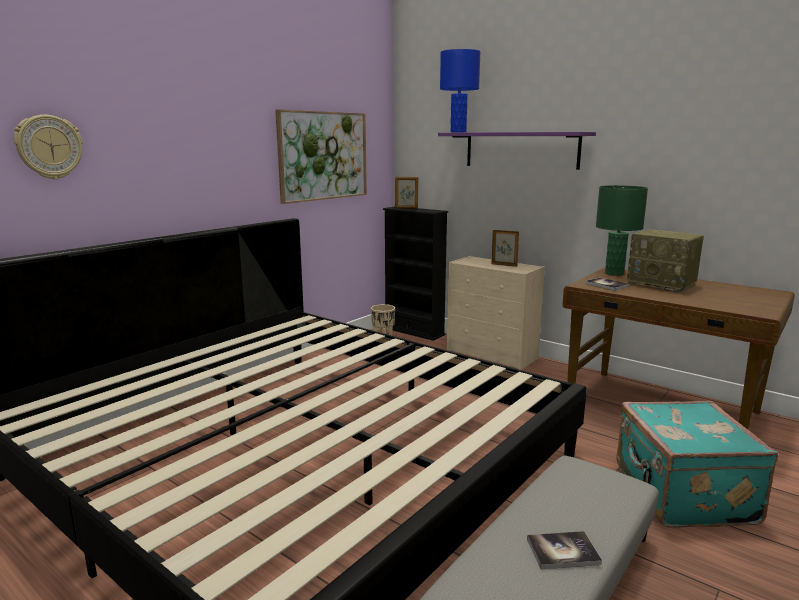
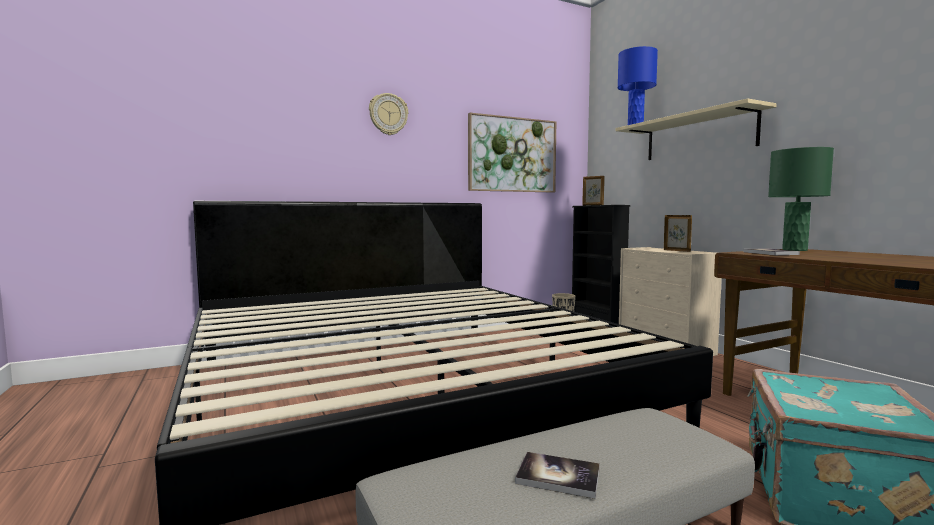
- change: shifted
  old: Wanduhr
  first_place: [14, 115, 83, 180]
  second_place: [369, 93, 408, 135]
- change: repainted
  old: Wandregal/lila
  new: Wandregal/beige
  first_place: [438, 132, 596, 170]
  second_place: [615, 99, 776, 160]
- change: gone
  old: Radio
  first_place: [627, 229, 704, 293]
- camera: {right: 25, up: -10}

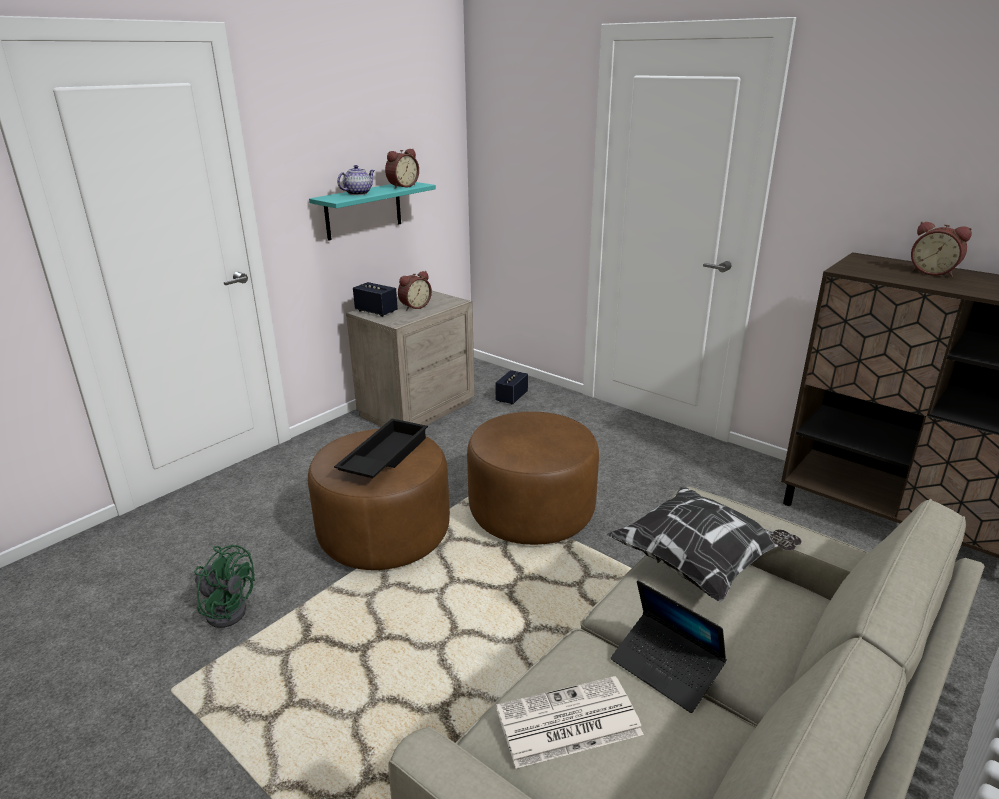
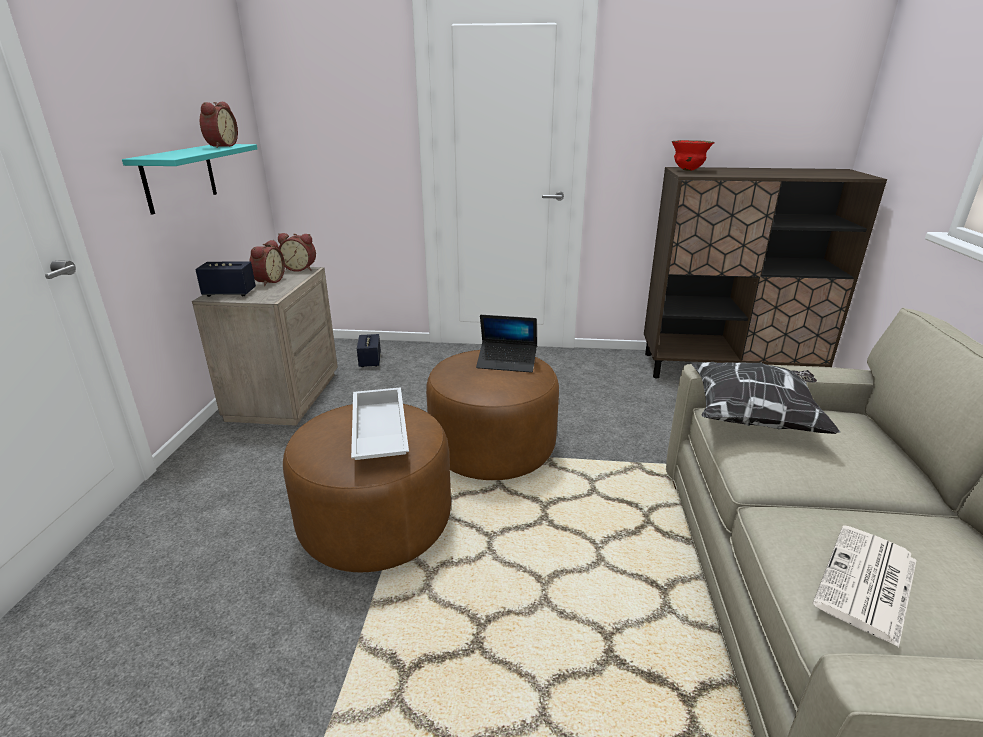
- change: gone
  old: Teekanne
  first_place: [337, 165, 375, 195]
- change: shifted
  old: Wecker
  first_place: [911, 222, 972, 277]
  second_place: [278, 233, 316, 272]
- change: repainted
  old: Tablett/schwarz
  new: Tablett/weiß
  first_place: [334, 419, 428, 478]
  second_place: [351, 387, 409, 460]
- change: gone
  old: Ventilator/grün
  first_place: [194, 545, 255, 628]
- change: shifted
  old: Laptop
  first_place: [611, 580, 727, 713]
  second_place: [476, 315, 537, 373]
- change: new
  new: Schüssel/rot
  second_place: [672, 140, 715, 171]
- camera: {right: -35, up: 0}

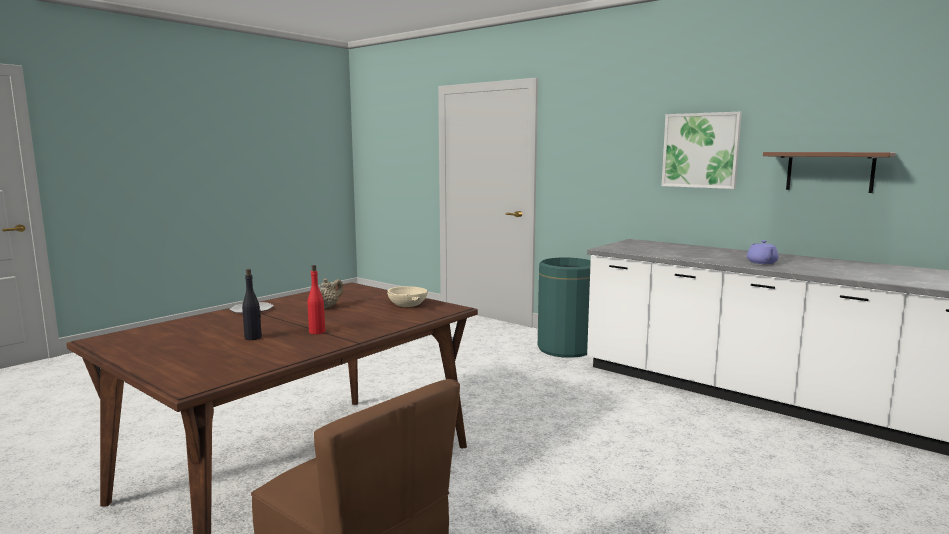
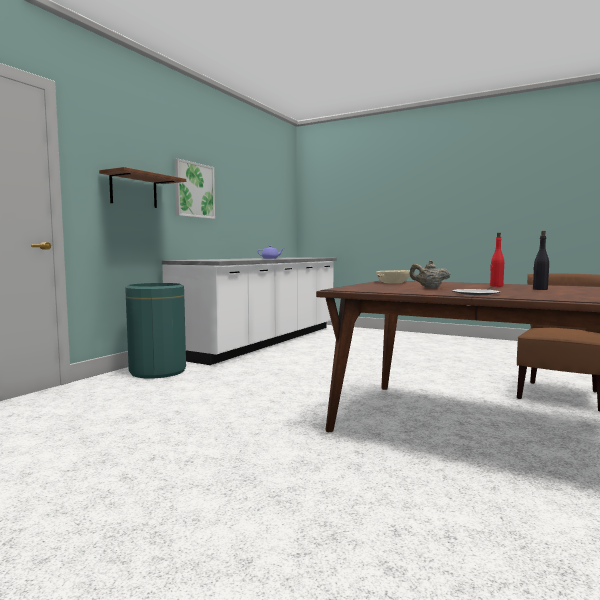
- change: shifted
  old: Wandregal/braun
  first_place: [763, 152, 896, 193]
  second_place: [99, 167, 186, 208]
- camera: {right: -100, up: -5}

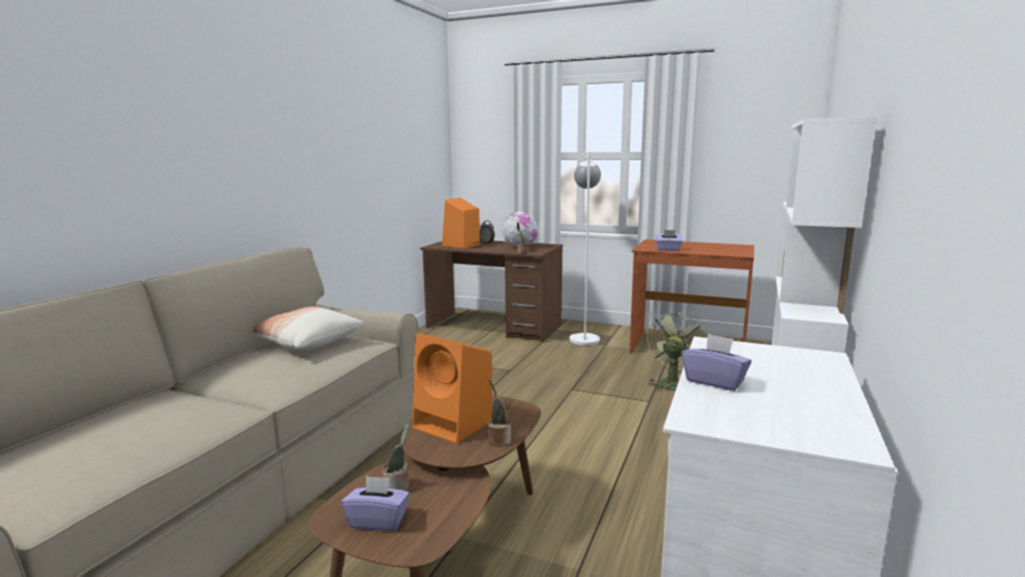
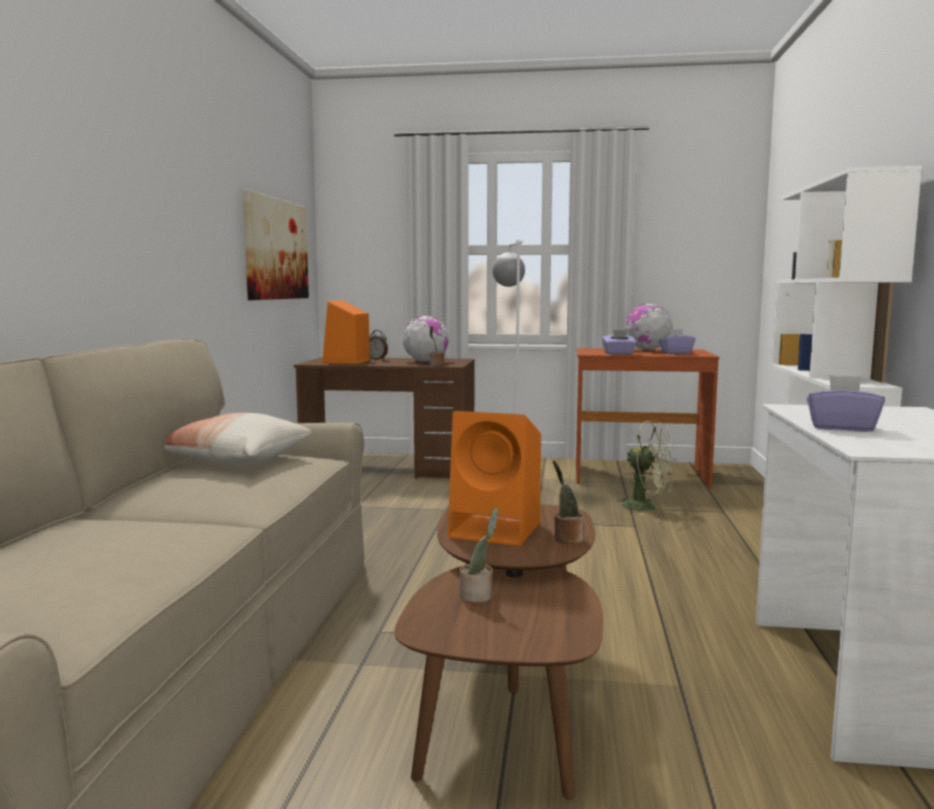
- change: rotated
  old: Ventilator/grün
  first_place: [647, 311, 710, 392]
  second_place: [616, 420, 676, 515]
  degrees: 105
- change: shifted
  old: Taschentuchbox/lila
  first_place: [341, 476, 410, 531]
  second_place: [659, 329, 695, 354]
- change: new
  new: Bild
  second_place: [243, 190, 309, 300]
- change: new
  new: Globus
  second_place: [625, 304, 673, 350]
- camera: {right: -15, up: -5}

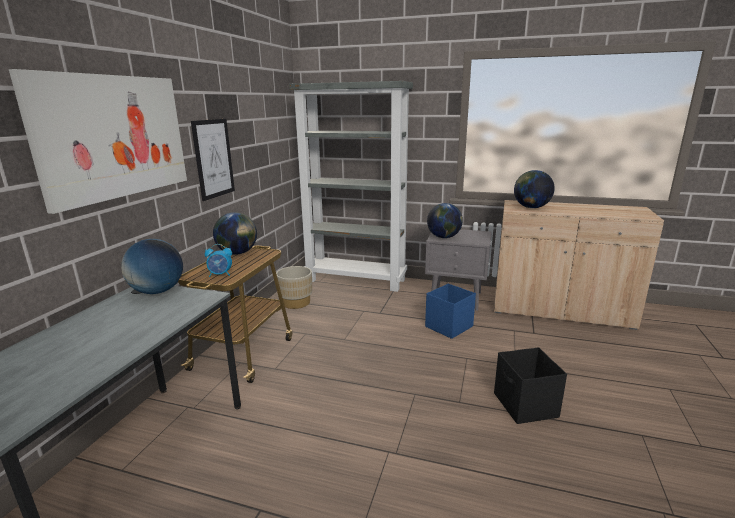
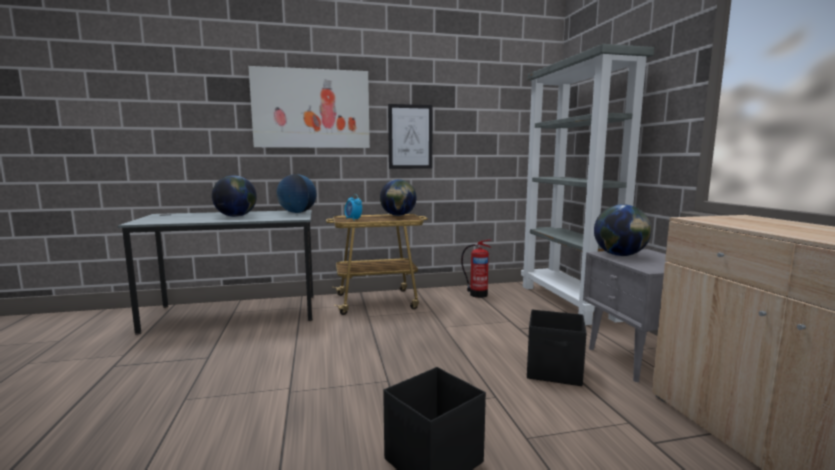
- change: shifted
  old: Globus
  first_place: [514, 170, 555, 208]
  second_place: [212, 175, 257, 217]
- change: swapped
  old: Pflanzkübel/beige
  new: Feuerlöscher
  first_place: [276, 266, 312, 309]
  second_place: [461, 239, 491, 298]
- change: repainted
  old: Aufbewahrungsbox/blau
  new: Aufbewahrungsbox/schwarz
  first_place: [425, 284, 476, 339]
  second_place: [527, 309, 587, 386]
- camera: {right: 60, up: -10}

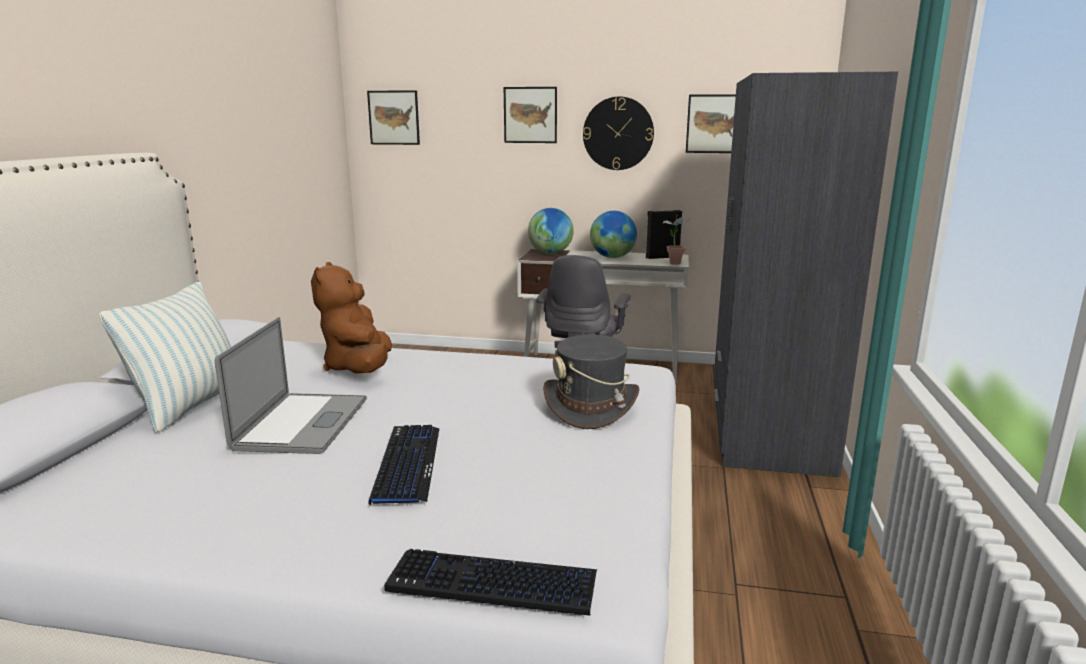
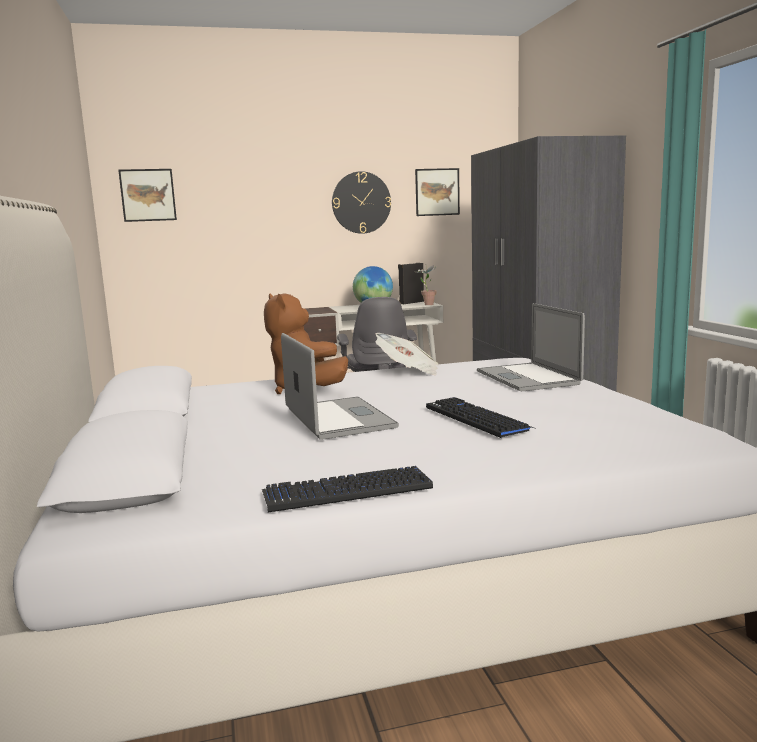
- change: gone
  old: Bild
  first_place: [504, 87, 557, 143]
- change: gone
  old: Globus
  first_place: [528, 208, 574, 254]
- change: gone
  old: Kissen
  first_place: [99, 282, 231, 433]
- change: swapped
  old: Hut/grau
  new: Laptop
  first_place: [543, 334, 640, 429]
  second_place: [477, 303, 585, 391]
- change: shifted
  old: Tastatur
  first_place: [384, 549, 597, 616]
  second_place: [261, 466, 433, 512]
- change: new
  new: Zeitung
  second_place: [375, 333, 438, 375]
- camera: {right: -25, up: -5}

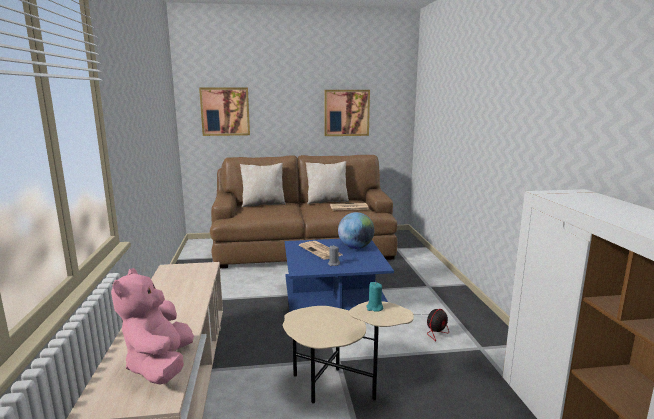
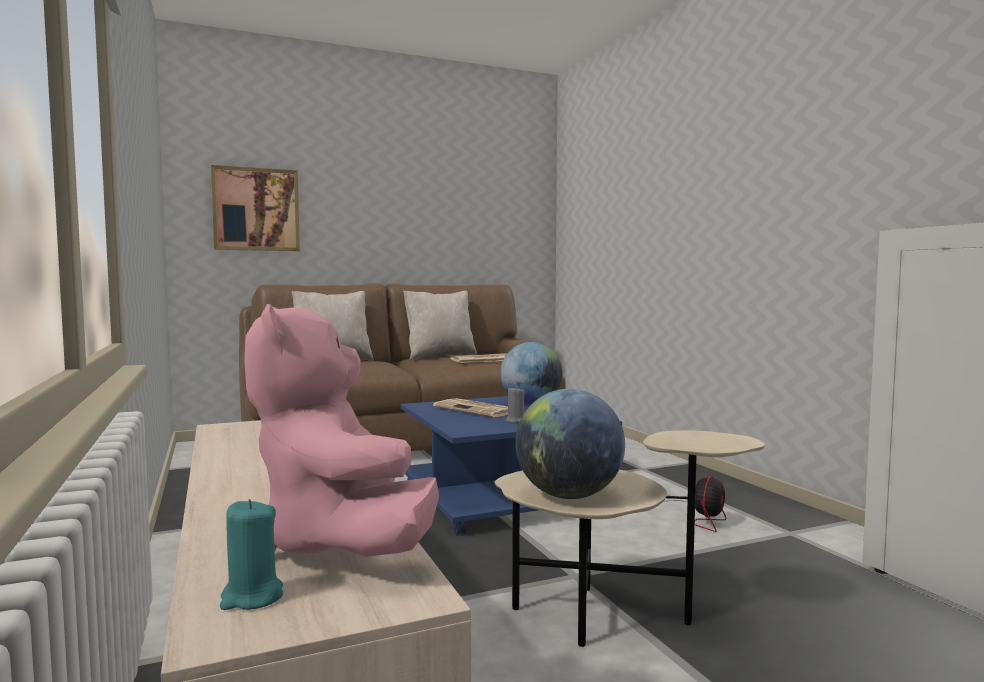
- change: gone
  old: Bild
  first_place: [325, 90, 370, 136]
- change: shifted
  old: Kerze/türkis
  first_place: [366, 282, 383, 312]
  second_place: [220, 499, 283, 610]
- change: new
  new: Globus
  second_place: [515, 389, 625, 499]
- camera: {right: -15, up: -10}

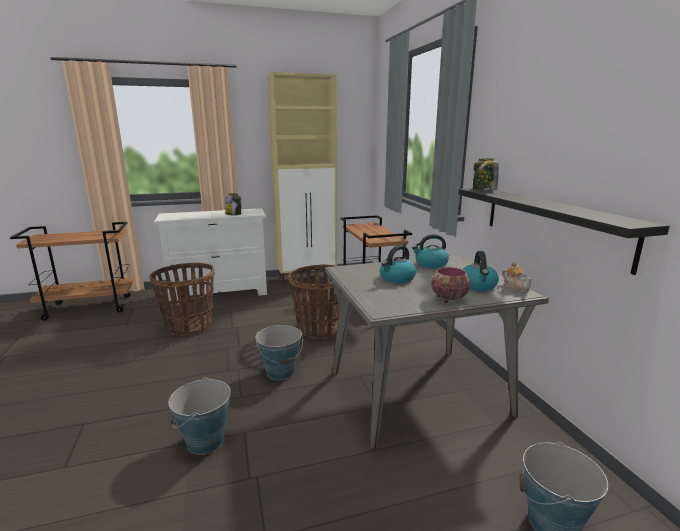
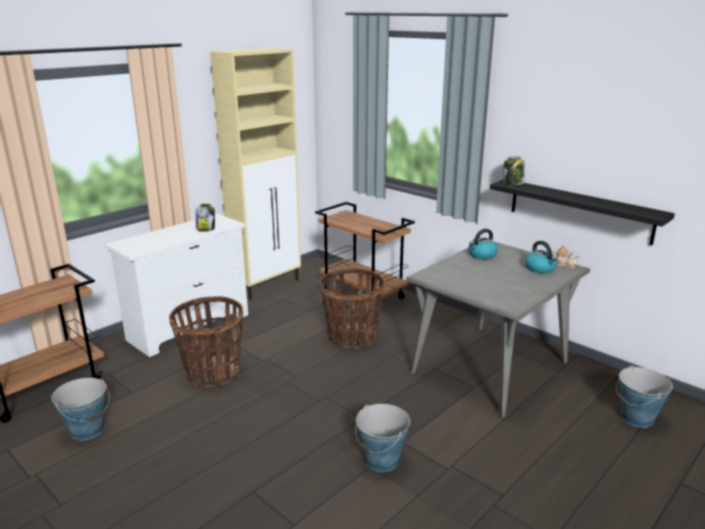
- change: gone
  old: Wasserkessel
  first_place: [380, 245, 416, 283]
- change: gone
  old: Schüssel
  first_place: [431, 267, 470, 303]
- change: shifted
  old: Eimer
  first_place: [255, 325, 303, 381]
  second_place: [51, 378, 110, 441]
- camera: {right: -30, up: 5}

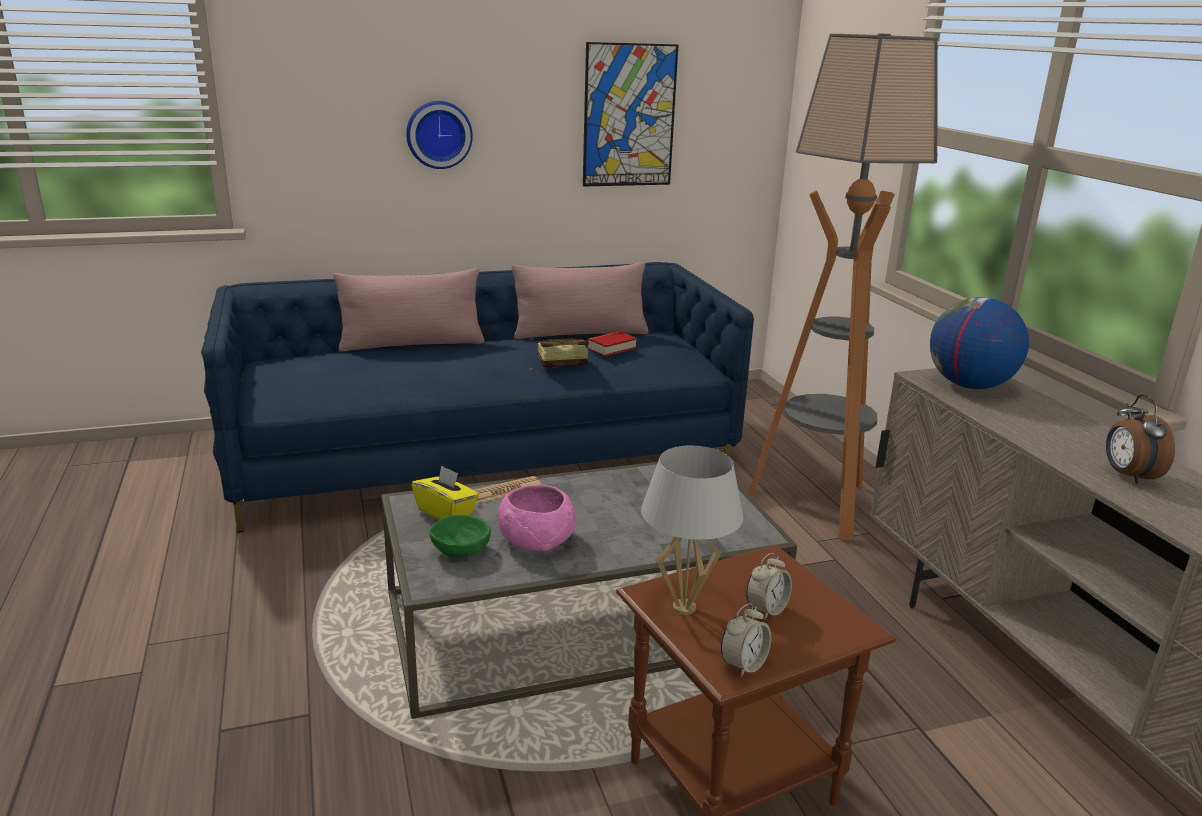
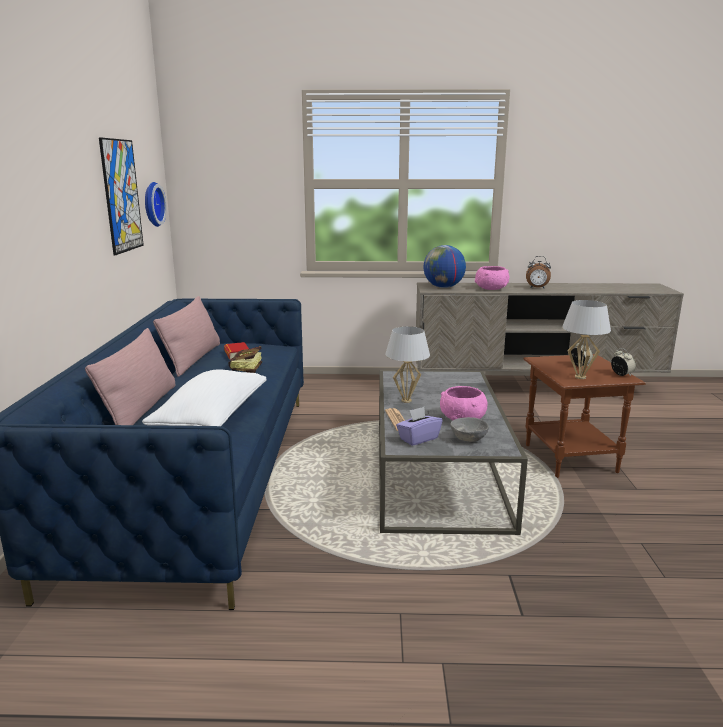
- change: gone
  old: Stehlampe
  first_place: [748, 33, 938, 541]
- change: shifted
  old: Wanduhr
  first_place: [406, 101, 473, 169]
  second_place: [145, 182, 167, 227]
- change: repainted
  old: Taschentuchbox/gelb
  new: Taschentuchbox/lila
  first_place: [412, 465, 479, 520]
  second_place: [396, 407, 443, 446]
- change: repainted
  old: Schüssel/grün
  new: Schüssel/grau
  first_place: [429, 515, 491, 557]
  second_place: [450, 417, 489, 442]
- change: new
  new: Schüssel/rosa
  second_place: [475, 266, 509, 290]
- change: new
  new: Tischlampe/weiß
  second_place: [385, 326, 430, 403]
- change: new
  new: Kissen/weiß
  second_place: [142, 369, 267, 426]
- camera: {right: -70, up: -5}

